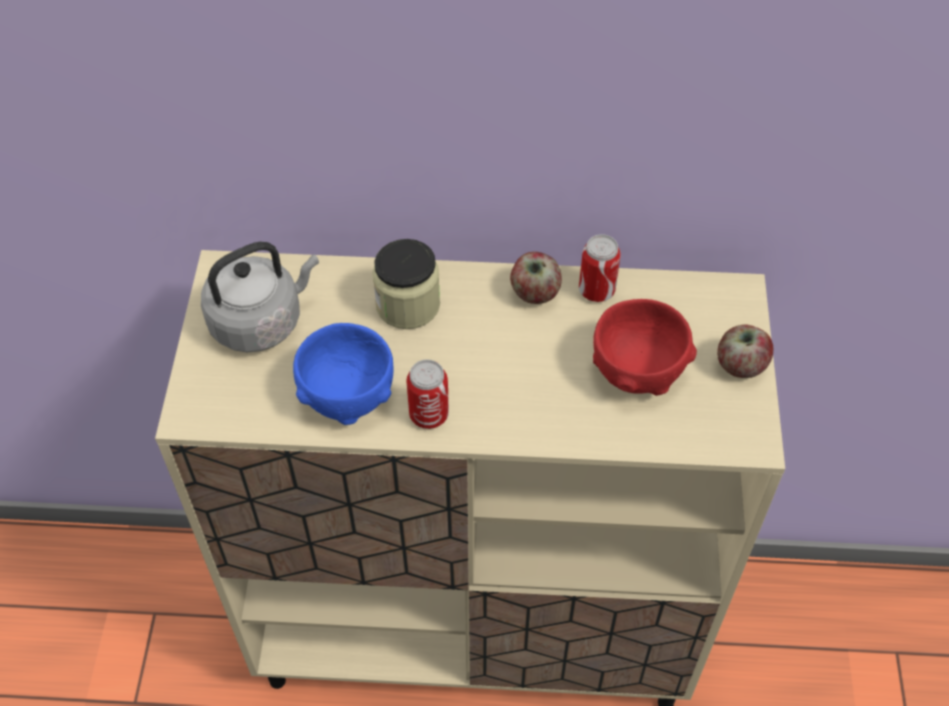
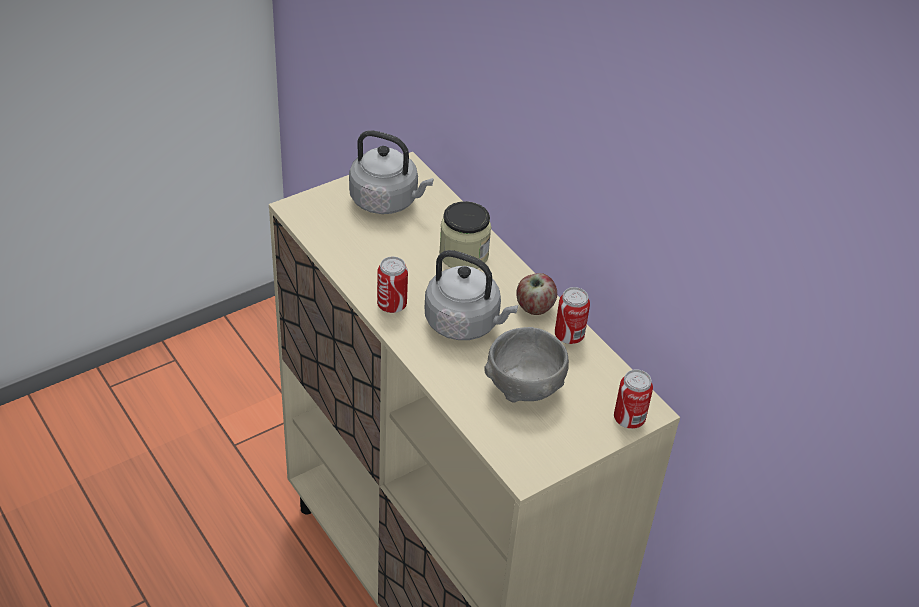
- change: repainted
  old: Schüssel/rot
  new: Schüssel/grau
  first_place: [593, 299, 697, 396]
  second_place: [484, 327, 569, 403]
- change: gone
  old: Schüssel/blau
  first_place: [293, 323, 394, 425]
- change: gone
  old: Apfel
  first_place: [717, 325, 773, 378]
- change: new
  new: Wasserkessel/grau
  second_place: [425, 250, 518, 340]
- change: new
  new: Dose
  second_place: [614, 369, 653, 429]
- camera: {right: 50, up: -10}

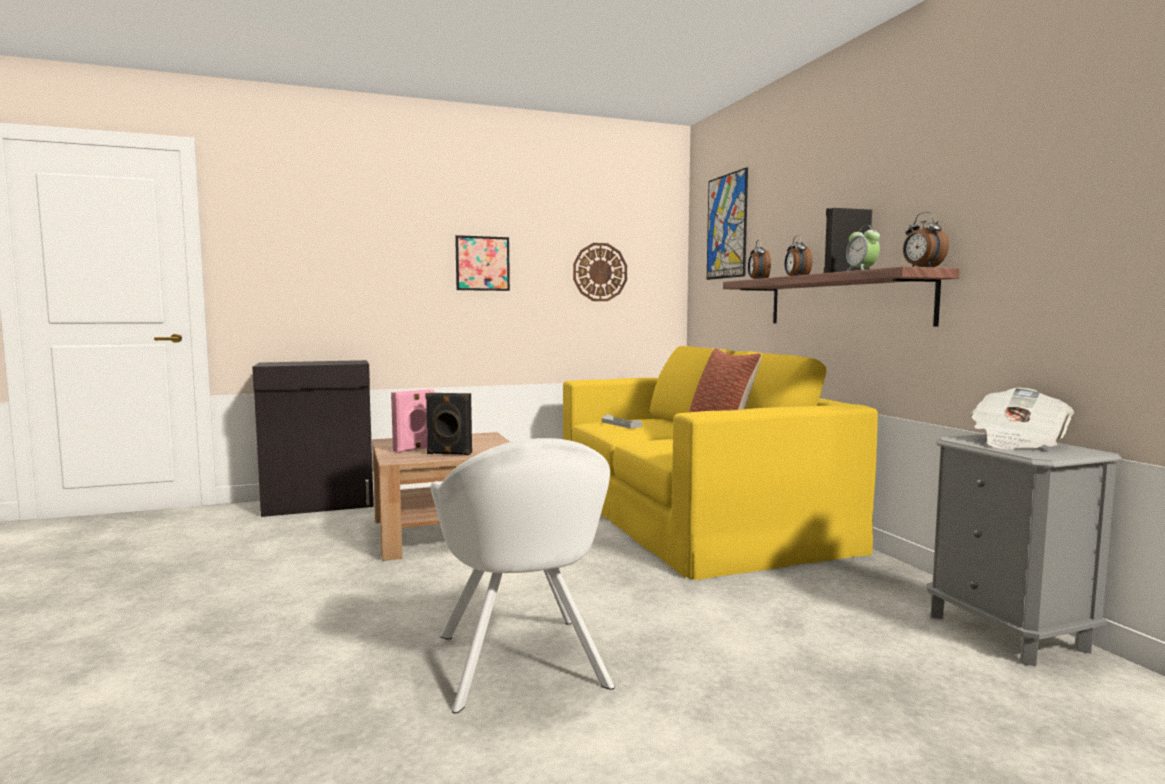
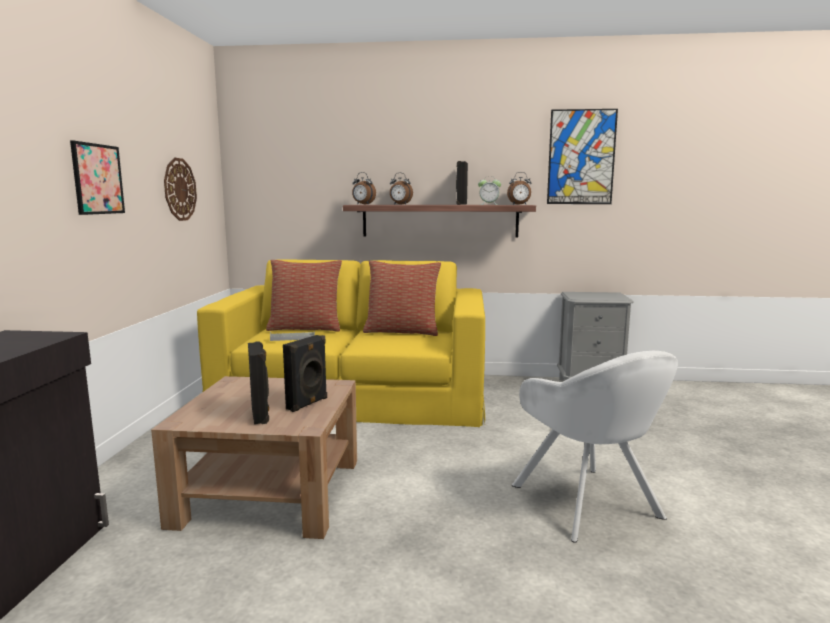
- change: shifted
  old: Bild
  first_place: [707, 167, 748, 280]
  second_place: [547, 109, 618, 204]
- change: gone
  old: Zeitung
  first_place: [970, 388, 1074, 449]
- change: repainted
  old: Lautsprecher/rosa
  new: Lautsprecher/schwarz
  first_place: [391, 389, 434, 453]
  second_place: [248, 341, 269, 424]
- change: rotated
  old: Sessel/weiß
  first_place: [430, 438, 615, 713]
  second_place: [512, 351, 678, 543]
  degrees: 60
- change: new
  new: Kissen
  second_place: [266, 260, 342, 332]
- camera: {right: -65, up: 5}

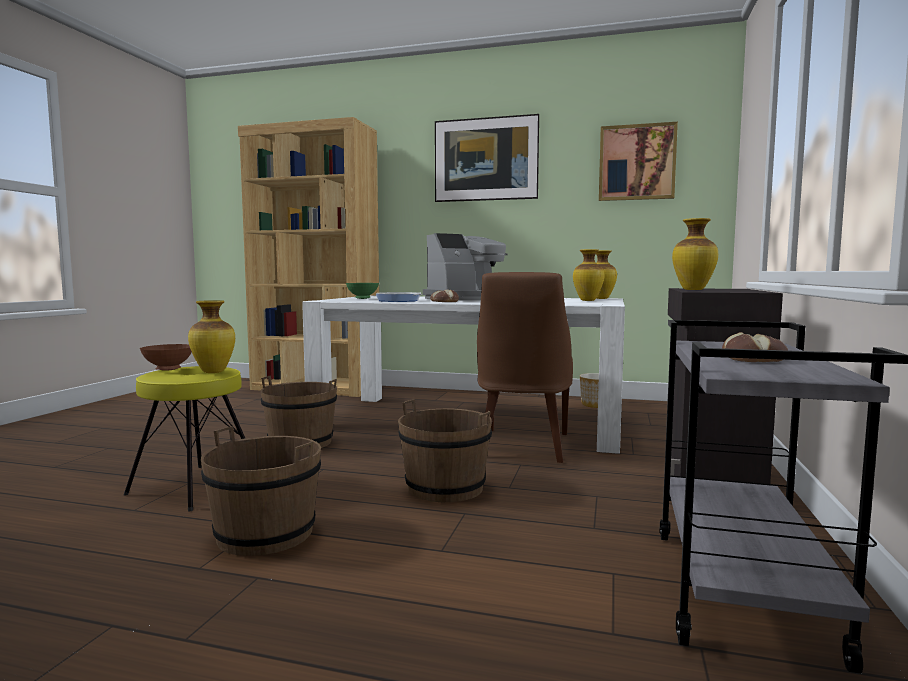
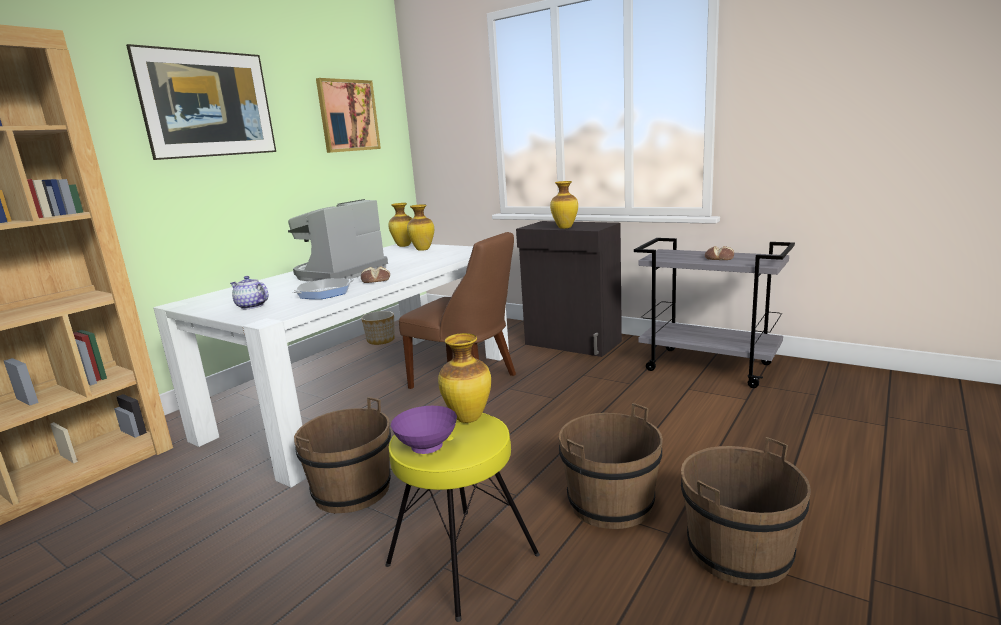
- change: rotated
  old: Kaffeemaschine
  first_place: [423, 233, 507, 301]
  second_place: [288, 199, 388, 282]
  degrees: -135
- change: swapped
  old: Schüssel/grün
  new: Teekanne
  first_place: [346, 283, 379, 299]
  second_place: [230, 276, 269, 309]
- change: repainted
  old: Schüssel/braun
  new: Schüssel/lila
  first_place: [140, 344, 192, 371]
  second_place: [391, 406, 457, 454]
- change: shifted
  old: Eimer/braun
  first_place: [398, 399, 492, 502]
  second_place: [681, 437, 811, 587]
- camera: {right: -70, up: 10}

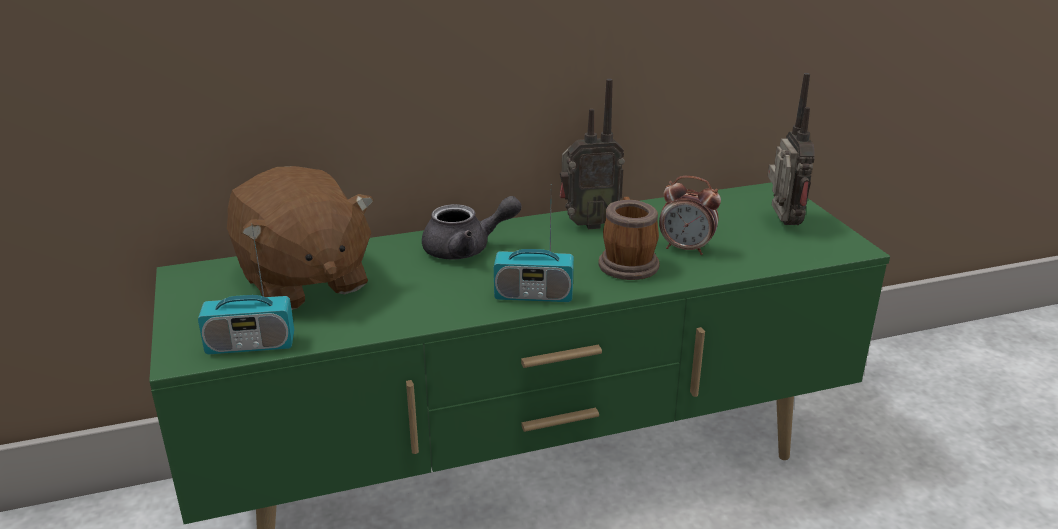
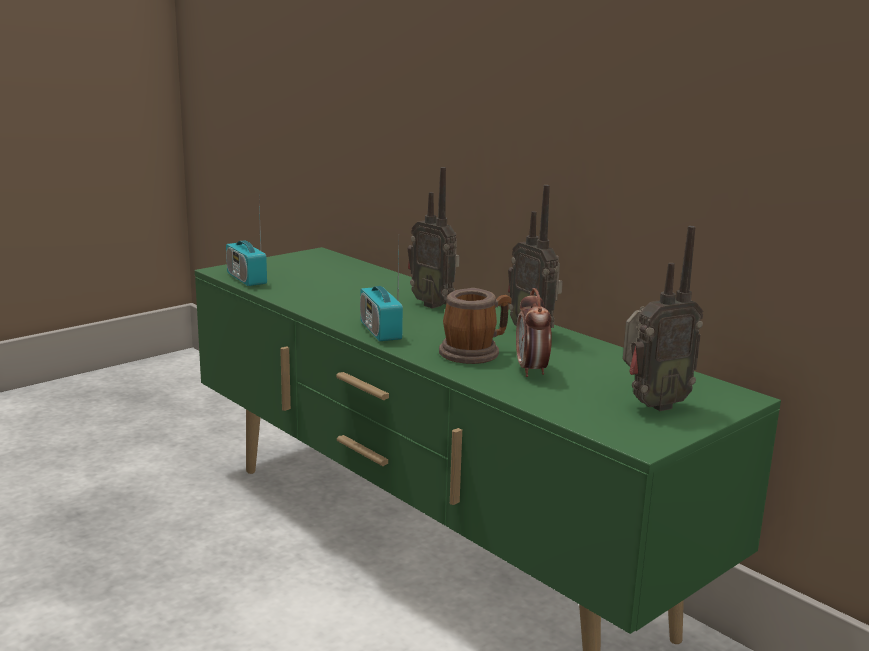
- change: gone
  old: Plüschtier/braun
  first_place: [227, 166, 374, 310]
- change: swapped
  old: Teekanne/grau
  new: Radio
  first_place: [422, 196, 522, 260]
  second_place: [407, 167, 460, 309]
- camera: {right: 65, up: -10}

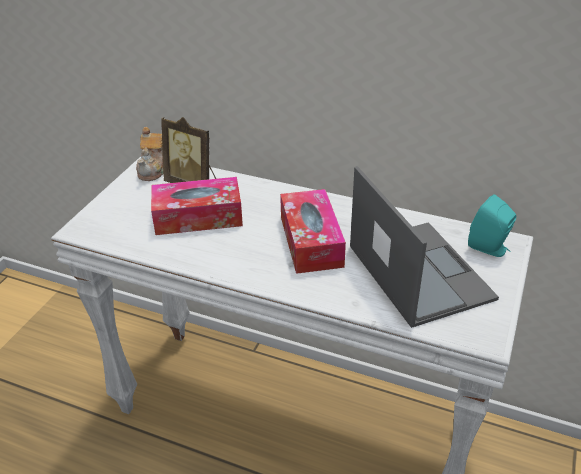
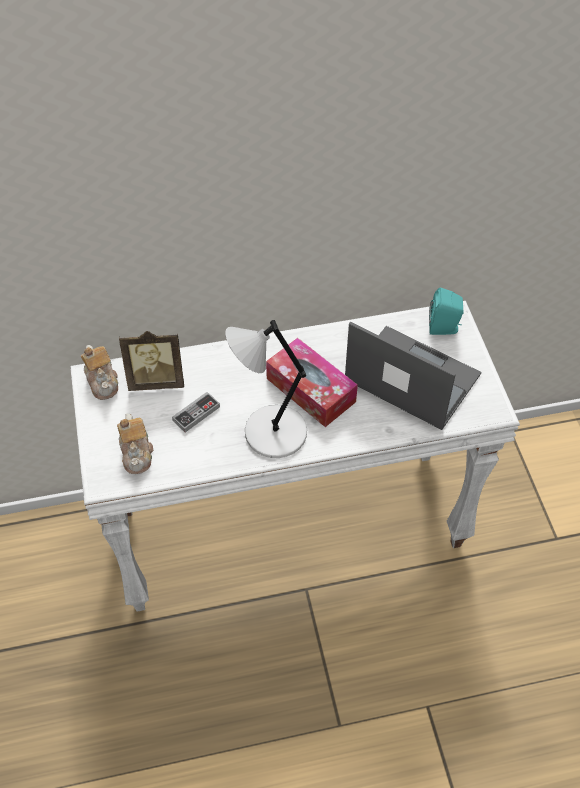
- change: swapped
  old: Taschentuchbox
  new: Gamepad
  first_place: [151, 177, 243, 235]
  second_place: [172, 392, 220, 432]
- change: new
  new: Tischlampe/grau
  second_place: [225, 320, 307, 458]
- change: new
  new: Teekanne
  second_place: [117, 413, 153, 474]
- camera: {right: -35, up: 15}

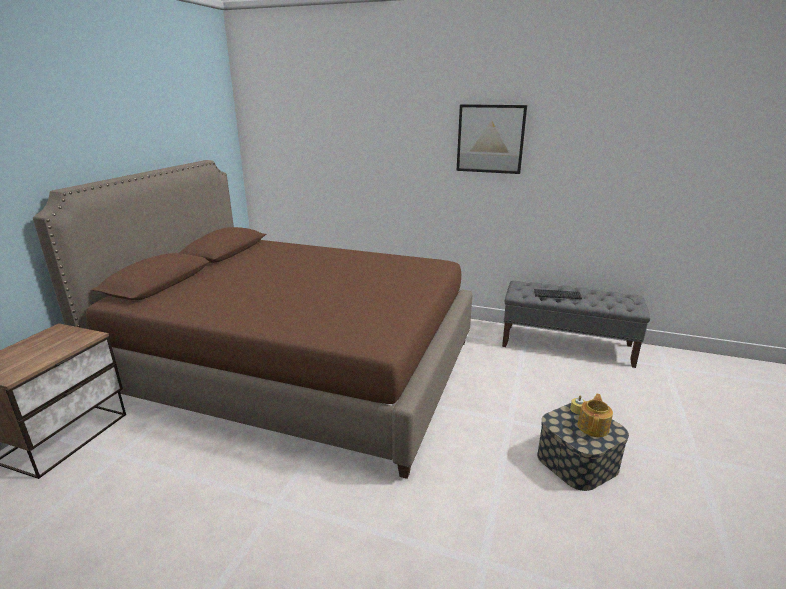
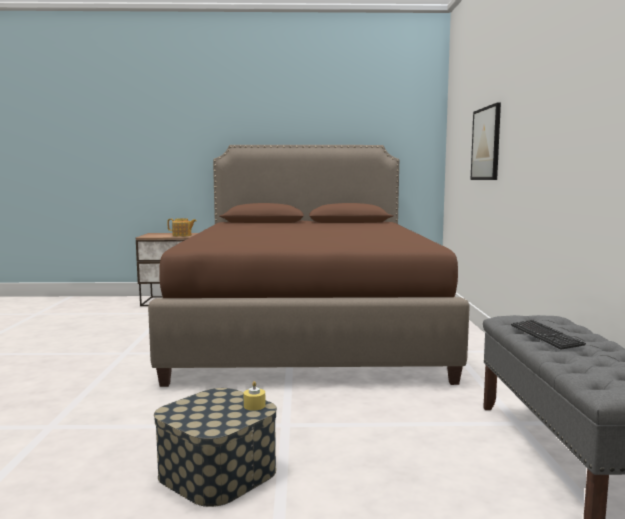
- change: shifted
  old: Bild
  first_place: [456, 104, 527, 174]
  second_place: [470, 103, 501, 180]
- change: shifted
  old: Teekanne
  first_place: [578, 393, 613, 437]
  second_place: [168, 218, 197, 237]
- camera: {right: 70, up: -15}

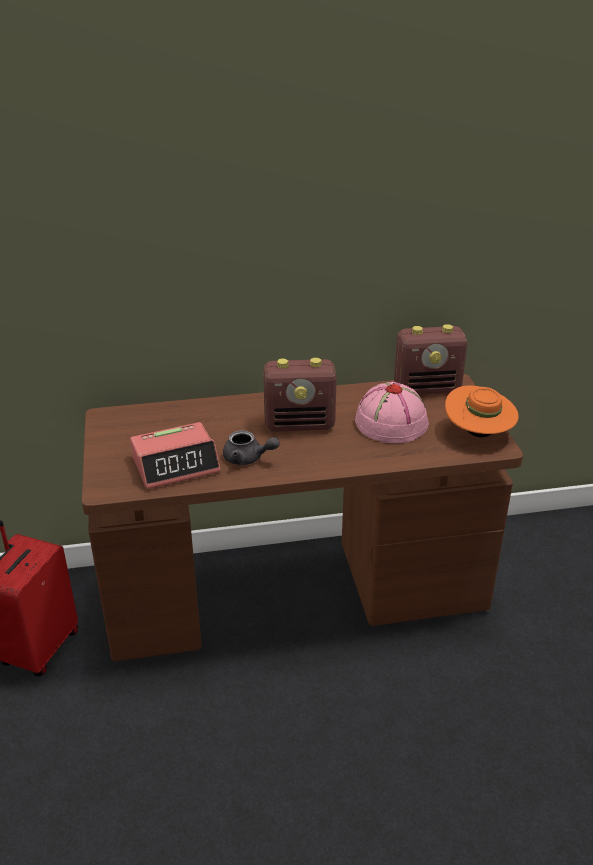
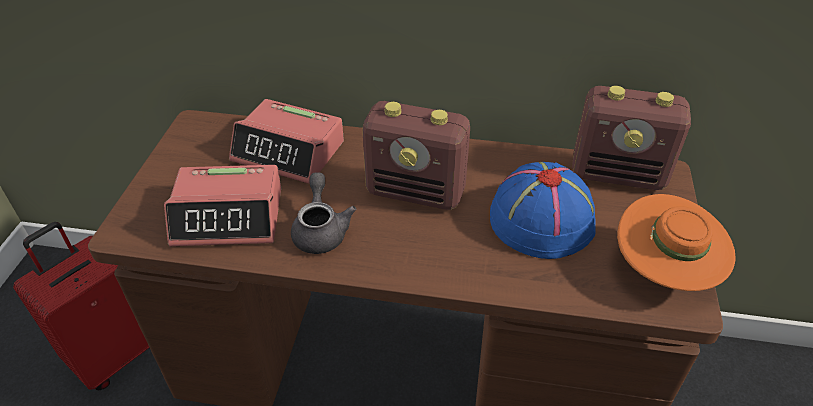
- change: repainted
  old: Hut/rosa
  new: Hut/blau
  first_place: [355, 382, 429, 443]
  second_place: [490, 162, 596, 259]
- change: rotated
  old: Teekanne/grau
  first_place: [223, 430, 280, 465]
  second_place: [291, 172, 356, 254]
  degrees: -135
- change: new
  new: Wecker
  second_place: [229, 99, 344, 184]
- camera: {right: 20, up: 10}

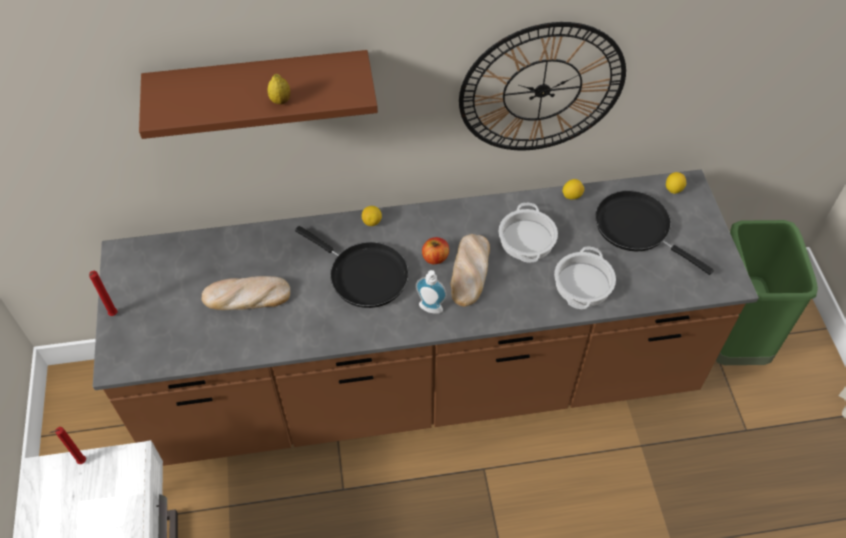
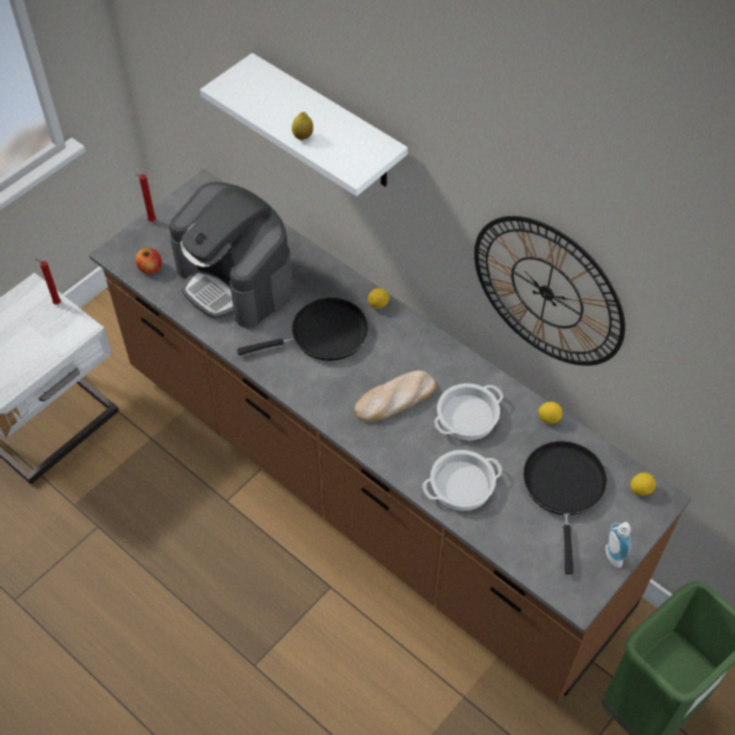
- change: repainted
  old: Wandregal/braun
  new: Wandregal/weiß
  first_place: [139, 50, 378, 139]
  second_place: [200, 53, 408, 196]
- change: rotated
  old: Pfanne/schwarz
  first_place: [295, 226, 409, 308]
  second_place: [237, 297, 369, 361]
  degrees: -105
- change: shifted
  old: Apfel
  first_place: [422, 237, 449, 264]
  second_place: [135, 248, 162, 274]
- change: shifted
  old: Seifenspender
  first_place: [416, 270, 447, 314]
  second_place: [605, 522, 631, 568]
- change: swapped
  old: Brot
  new: Kaffeemaschine
  first_place: [201, 276, 290, 310]
  second_place: [169, 182, 293, 328]
- camera: {right: 50, up: 0}

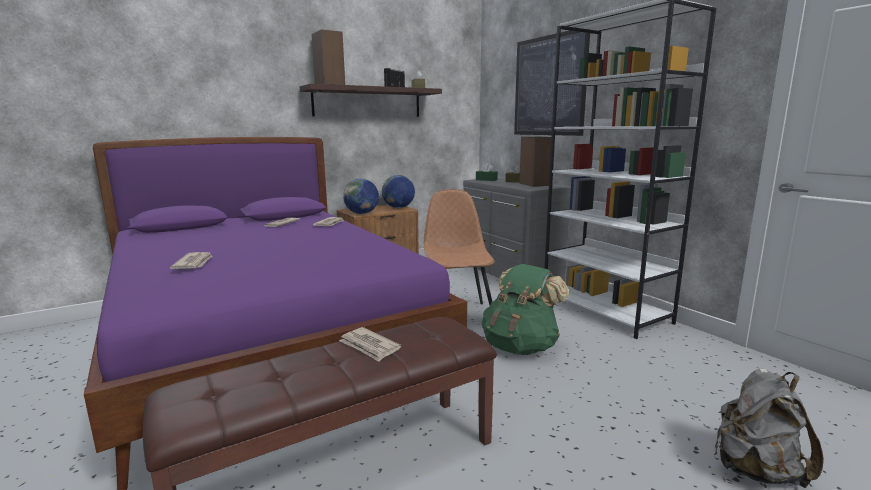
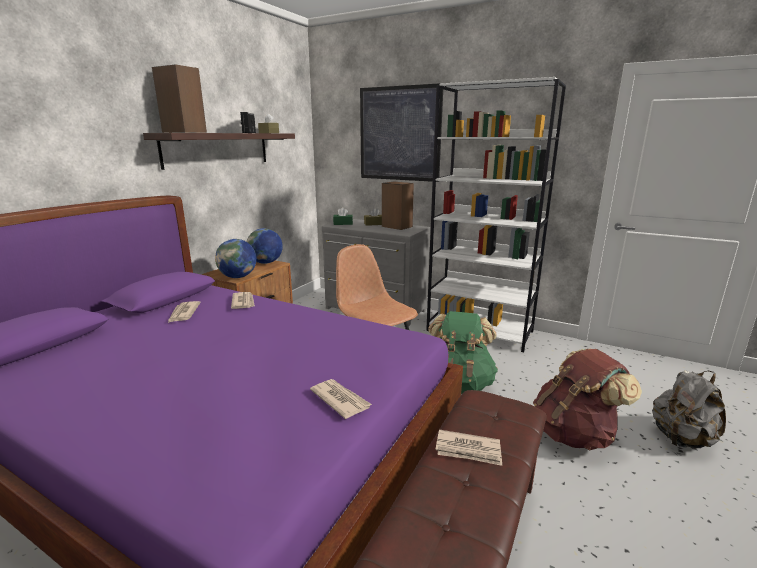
- change: shifted
  old: Zeitung
  first_place: [170, 252, 212, 269]
  second_place: [310, 379, 372, 419]
- change: new
  new: Rucksack/braun
  second_place: [533, 349, 642, 450]
- camera: {right: -30, up: 5}

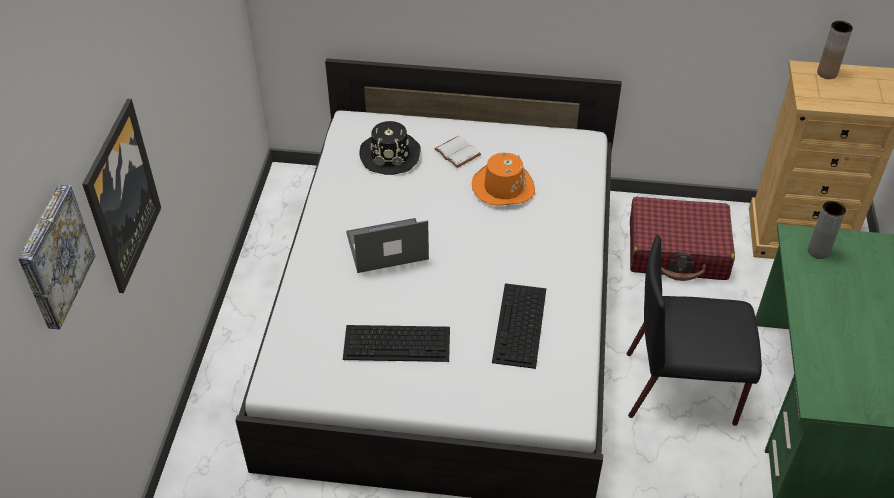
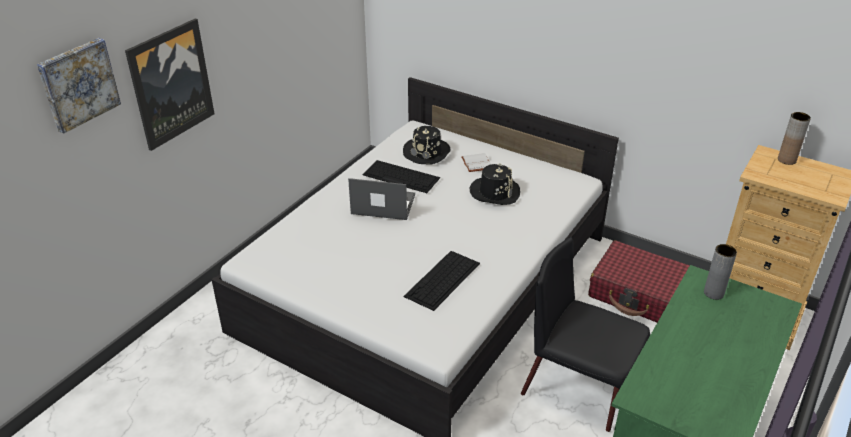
- change: repainted
  old: Hut/orange
  new: Hut/schwarz
  first_place: [472, 152, 535, 206]
  second_place: [470, 164, 520, 205]
- change: shifted
  old: Tastatur
  first_place: [343, 325, 450, 362]
  second_place: [362, 160, 440, 193]
- camera: {right: 25, up: -10}

